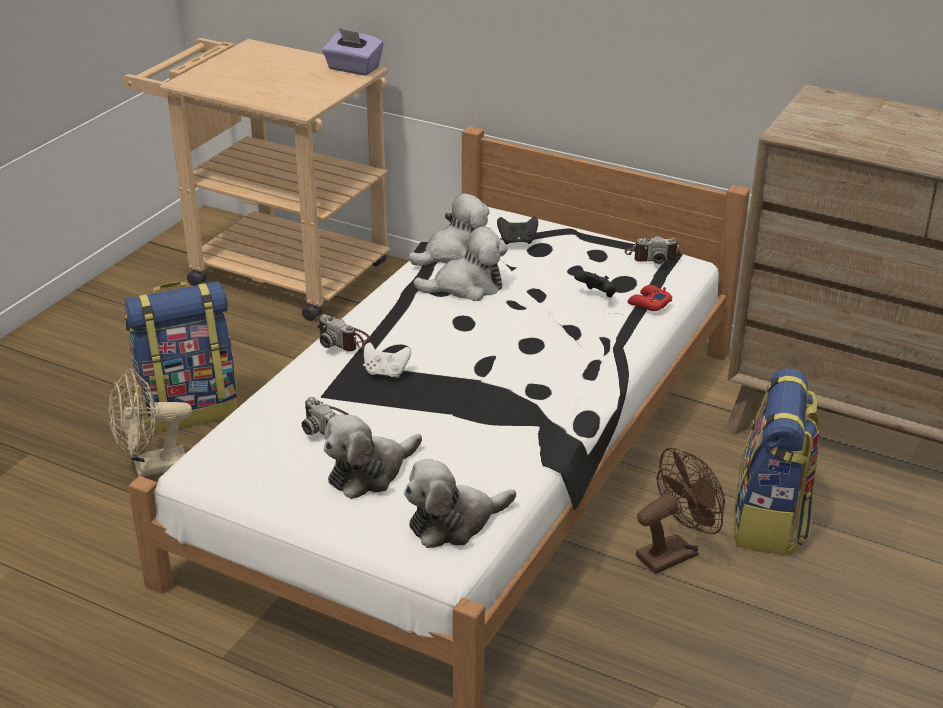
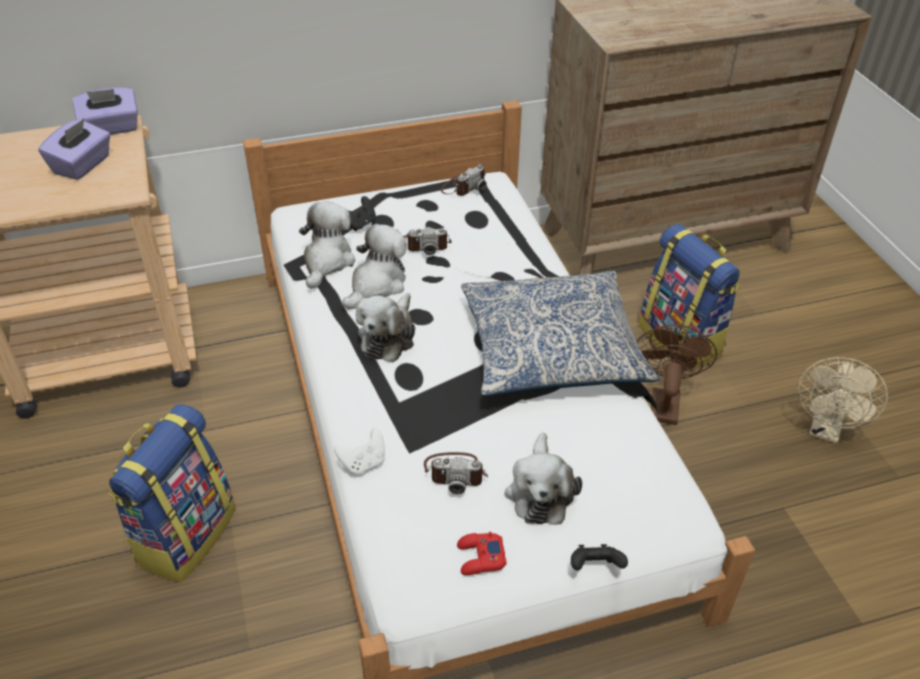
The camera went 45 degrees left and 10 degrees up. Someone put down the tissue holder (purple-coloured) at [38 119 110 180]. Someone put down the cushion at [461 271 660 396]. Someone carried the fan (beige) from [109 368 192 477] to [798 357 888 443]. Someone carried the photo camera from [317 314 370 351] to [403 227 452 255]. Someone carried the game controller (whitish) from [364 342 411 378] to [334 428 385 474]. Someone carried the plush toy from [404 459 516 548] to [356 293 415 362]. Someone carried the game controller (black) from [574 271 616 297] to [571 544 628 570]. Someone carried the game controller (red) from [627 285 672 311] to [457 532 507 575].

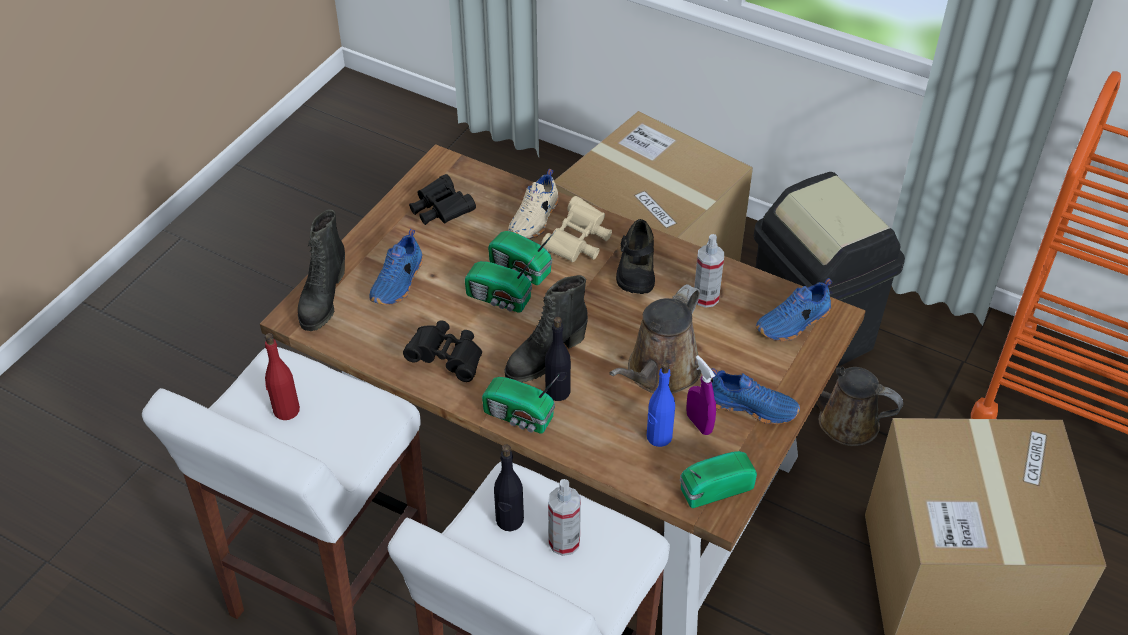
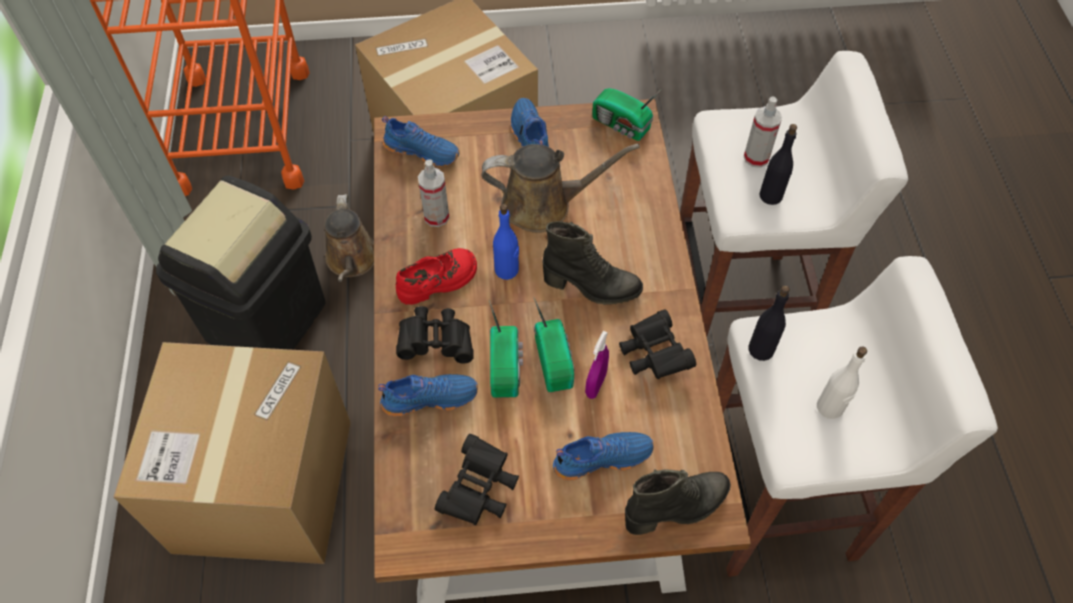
The camera went 125 degrees left and 10 degrees up. Someone took away the radio at [482 375 559 434]. Someone carried the drink bottle (black) from [545 317 571 401] to [749 285 790 361]. Someone carried the drink bottle (blue-coloured) from [647 362 675 447] to [493 204 519 280]. Someone carried the sprayer (purple-coloured) from [686 355 716 435] to [585 331 609 399]. Someone repainted the drink bottle (red) at [265 333 300 420], which became the drink bottle (whitish) at [817 347 867 419]. Someone repainted the low shoe (beige) at [508 169 559 239], which became the low shoe (blue-coloured) at [378 374 478 417]. Someone repainted the binoculars (beige) at [541 196 612 262], which became the binoculars (black) at [396 306 474 364]. Someone repainted the low shoe (black) at [616 219 655 294], which became the low shoe (red) at [396 248 477 305].

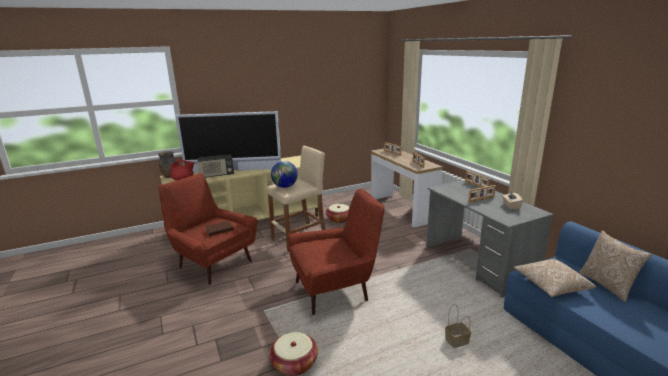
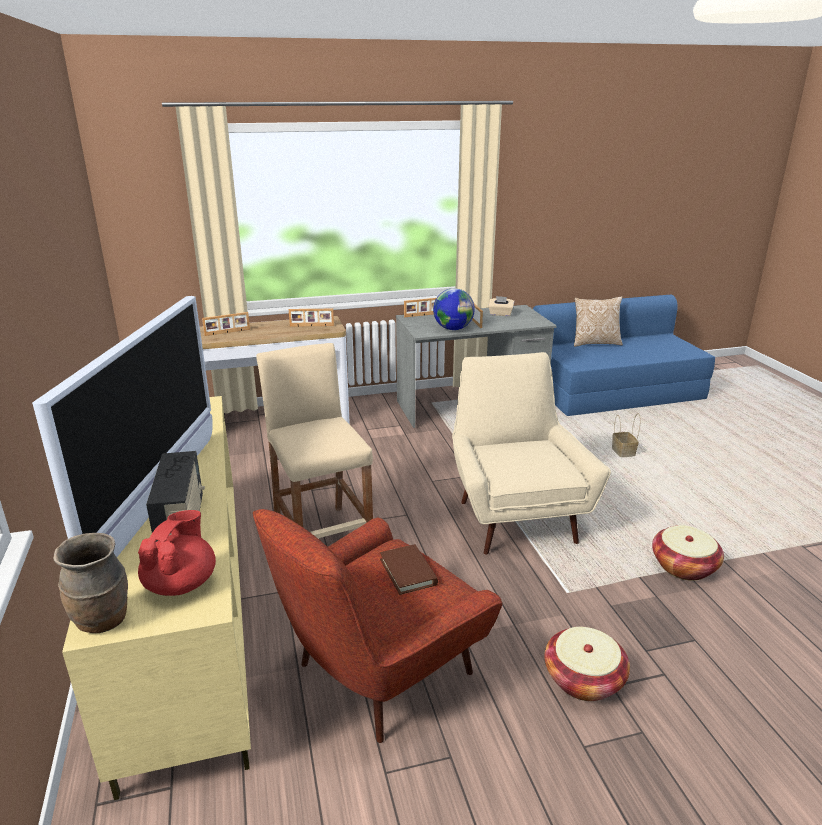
The camera went 80 degrees left and 5 degrees up. Someone took away the cushion at [514 259 596 297]. Someone carried the globe from [271 161 298 188] to [433 288 475 330]. Someone carried the basket from [326 204 350 223] to [544 627 630 701]. Someone repainted the armchair (red) at [288 189 385 315], which became the armchair (beige) at [452 352 611 555].

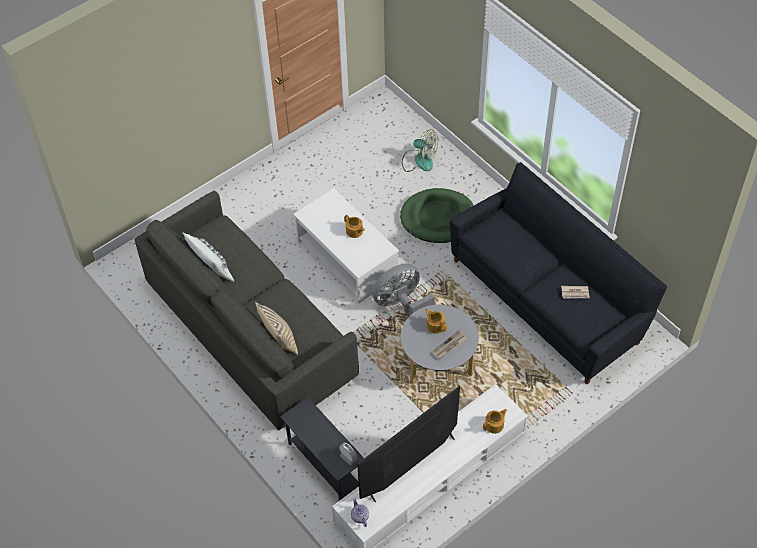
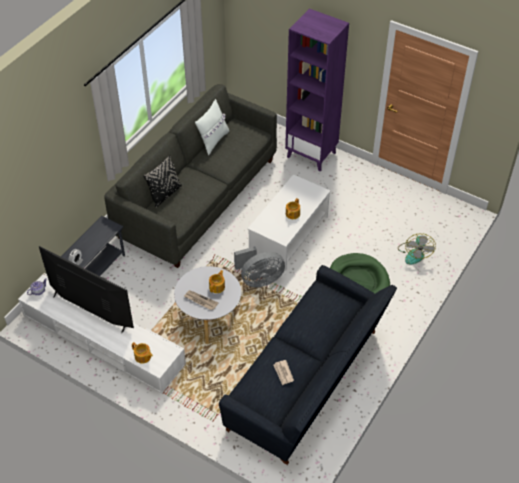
The camera went 70 degrees right and 5 degrees down. Someone put down the bookcase (purple-coloured) at [285 8 349 171]. Someone repainted the cushion (beige) at [255 302 298 355], which became the cushion (black) at [143 155 182 208]. Someone rotated the fan (greyish) at [372 263 435 316] by 120 degrees clockwise.

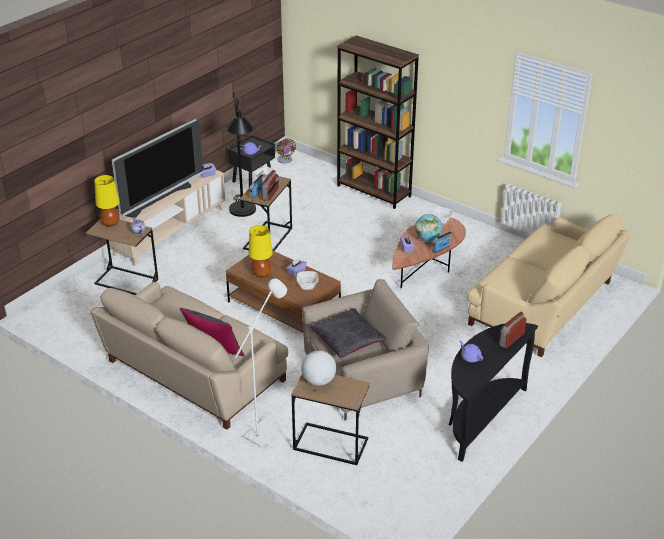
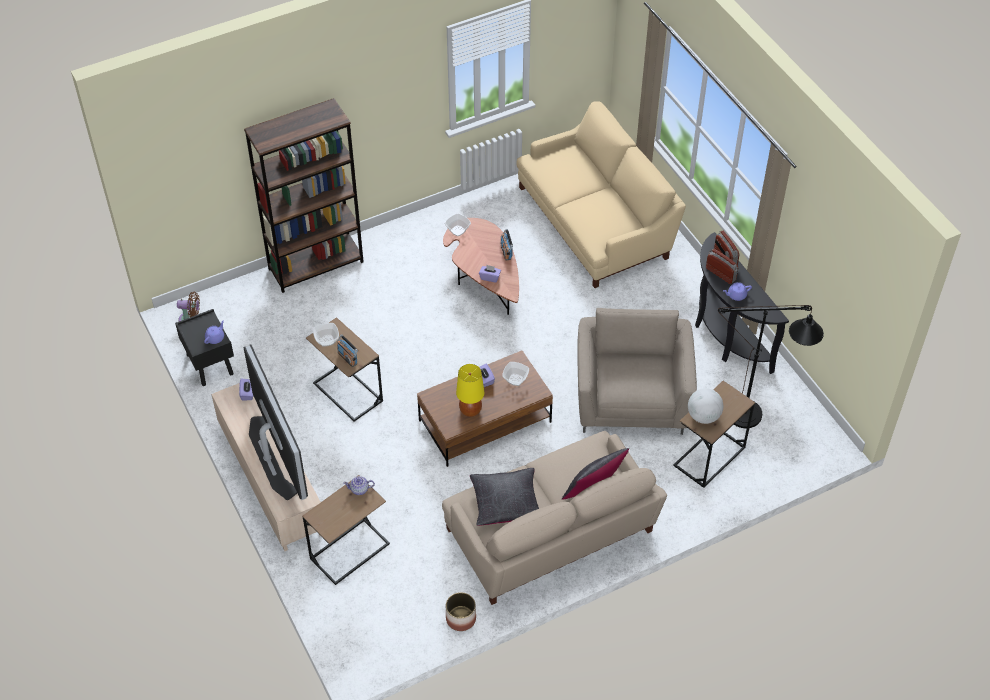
The camera went 65 degrees left and 15 degrees up. Someone took away the lamp for a table (yellow) at [94 175 120 227]. Someone took away the floor lamp (whitish) at [235 278 287 447]. Someone took away the globe at [415 214 442 242]. Someone put down the flower pot at [446 592 476 631]. Someone carried the floor lamp (black) from [227 91 256 217] to [718 305 824 428]. Someone carried the radio from [261 170 279 201] to [706 249 738 284]. Someone carried the cushion (black) from [309 308 386 358] to [470 468 539 526].

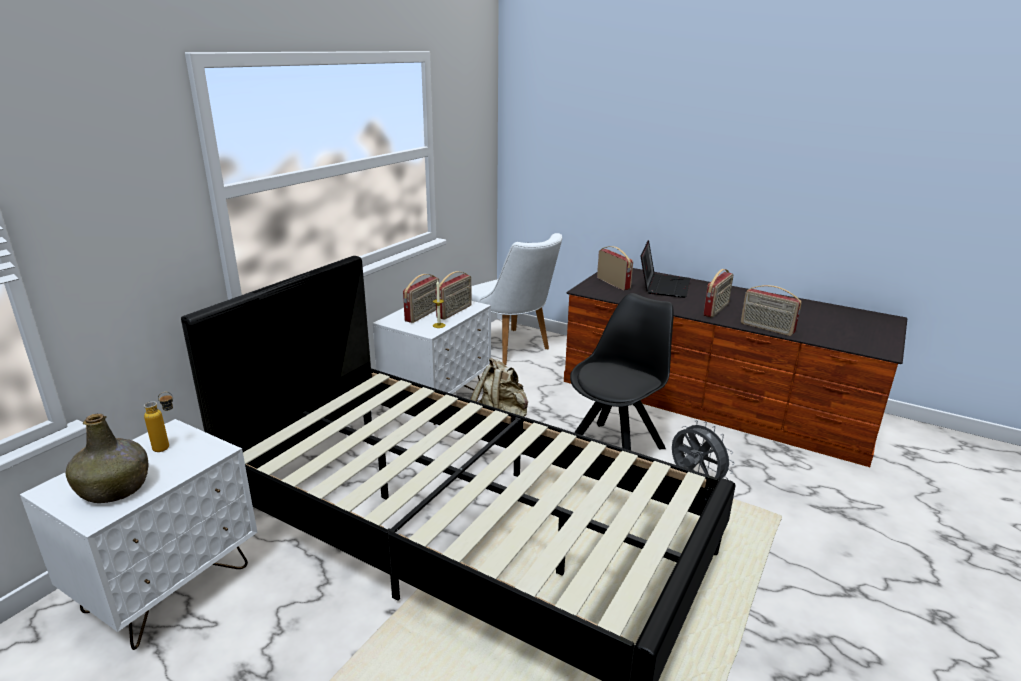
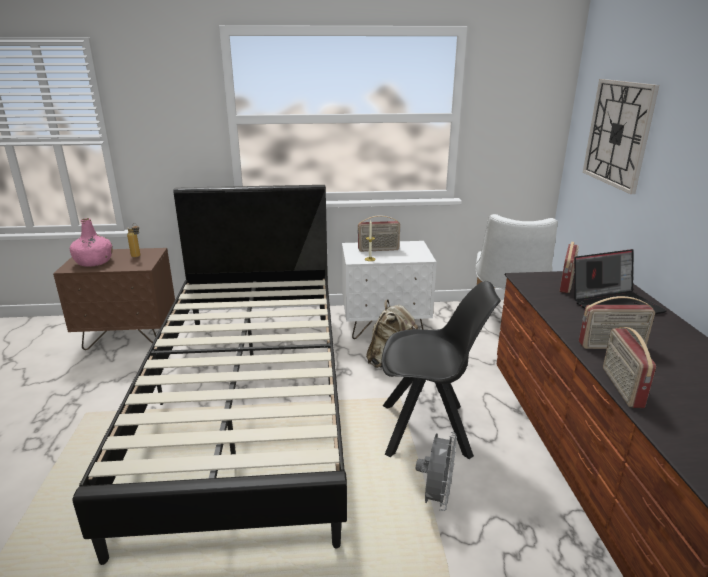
The camera went 55 degrees right and 0 degrees up. Someone took away the radio at [435 271 472 319]. Someone put up the hanging clock at [583 79 659 194]. Someone repainted the bedside table (whitish) at [20 419 258 650], which became the bedside table (brown-coloured) at [53 248 175 350]. Someone repainted the drink bottle (greenish) at [66 414 148 503], which became the drink bottle (pinkish) at [70 218 113 267].

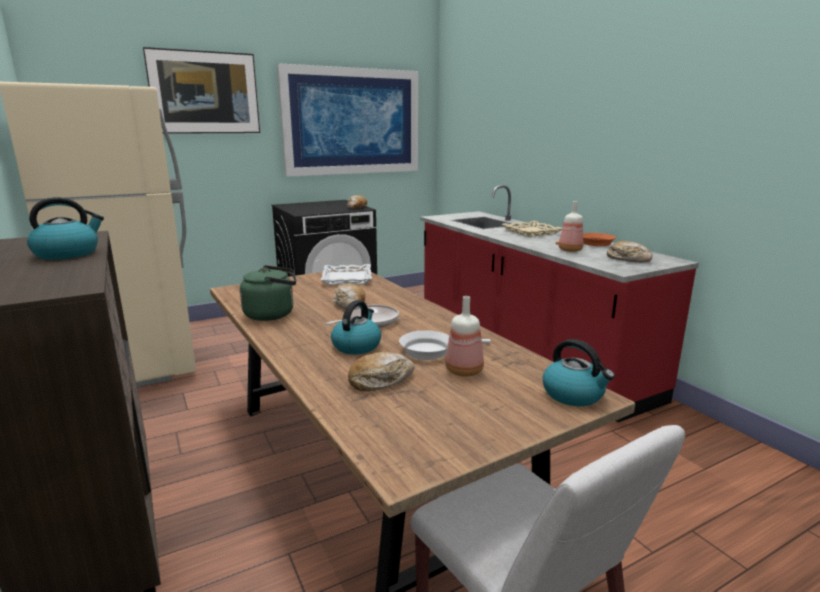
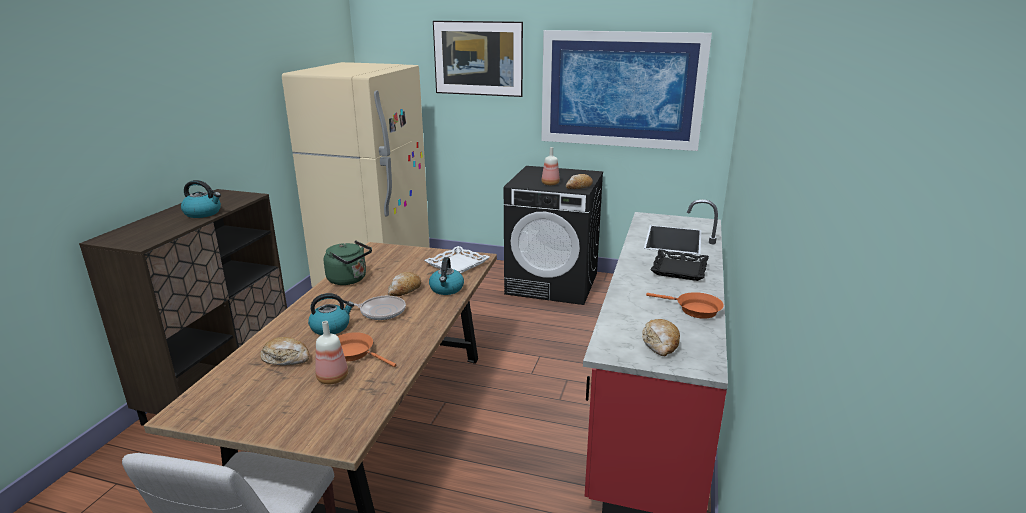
The camera went 45 degrees right and 5 degrees up. Someone carried the tea kettle from [543 339 615 406] to [429 257 464 295]. Someone carried the drink bottle from [559 201 583 252] to [542 147 560 185]. Someone repainted the pan (whitish) at [399 330 491 360], which became the pan (orange-coloured) at [338 332 396 367]. Someone repainted the serving tray (beige) at [502 221 562 237], which became the serving tray (black) at [651 249 709 281].

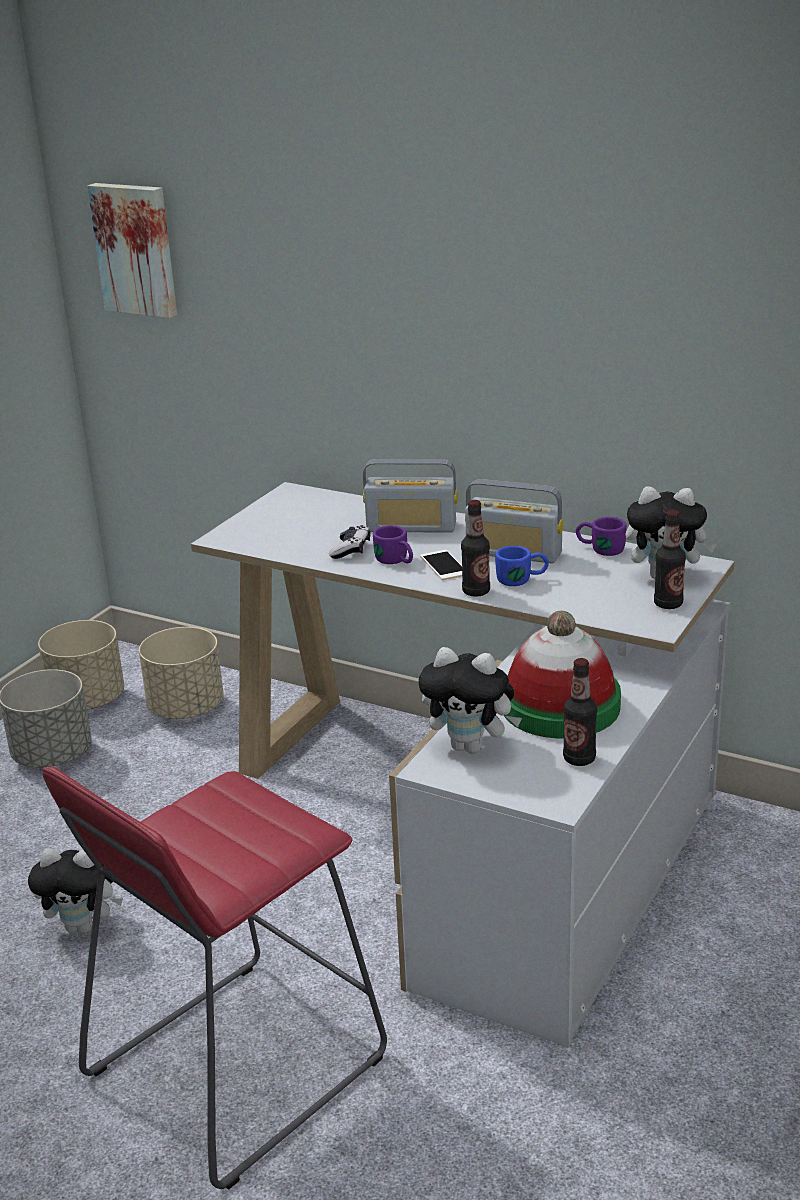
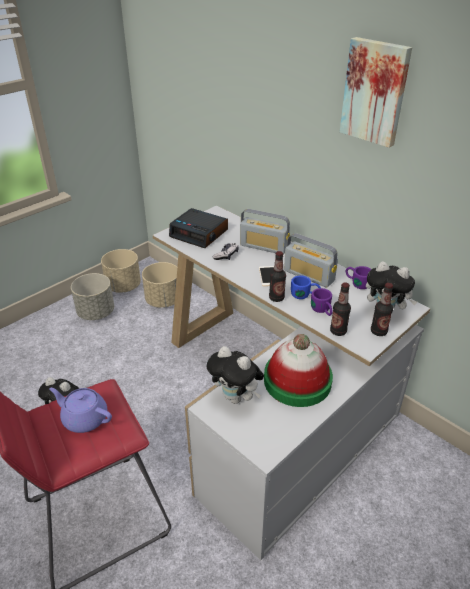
The camera went 15 degrees right and 10 degrees up. Someone put down the teapot (purple-coloured) at [49 388 112 433]. Someone put down the alarm clock at [169 208 228 248]. Someone carried the wall art from [87 183 177 318] to [340 37 412 148]. Someone carried the tea mug (purple-coloured) from [373 525 413 564] to [311 288 333 316]. Someone carried the drink bottle from [563 658 597 766] to [330 282 351 336].

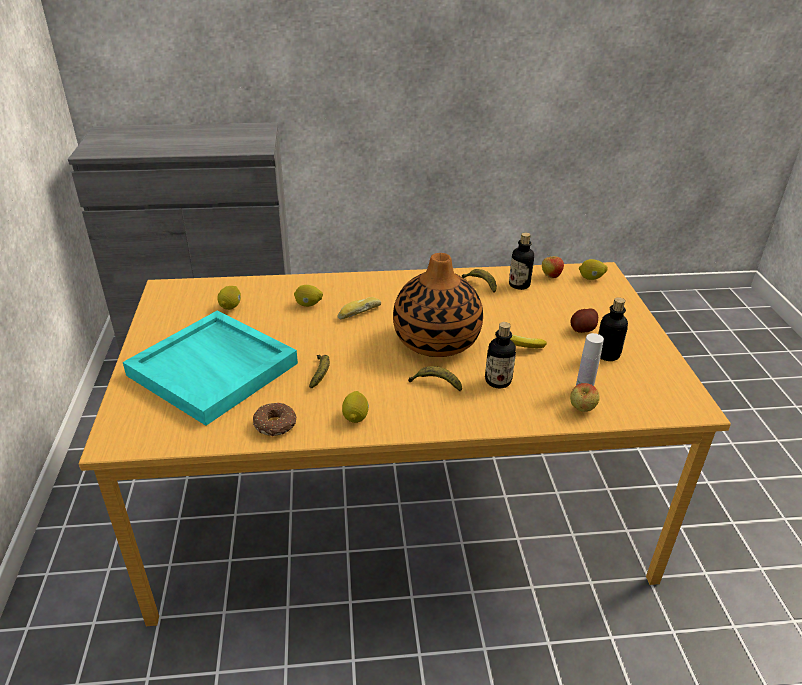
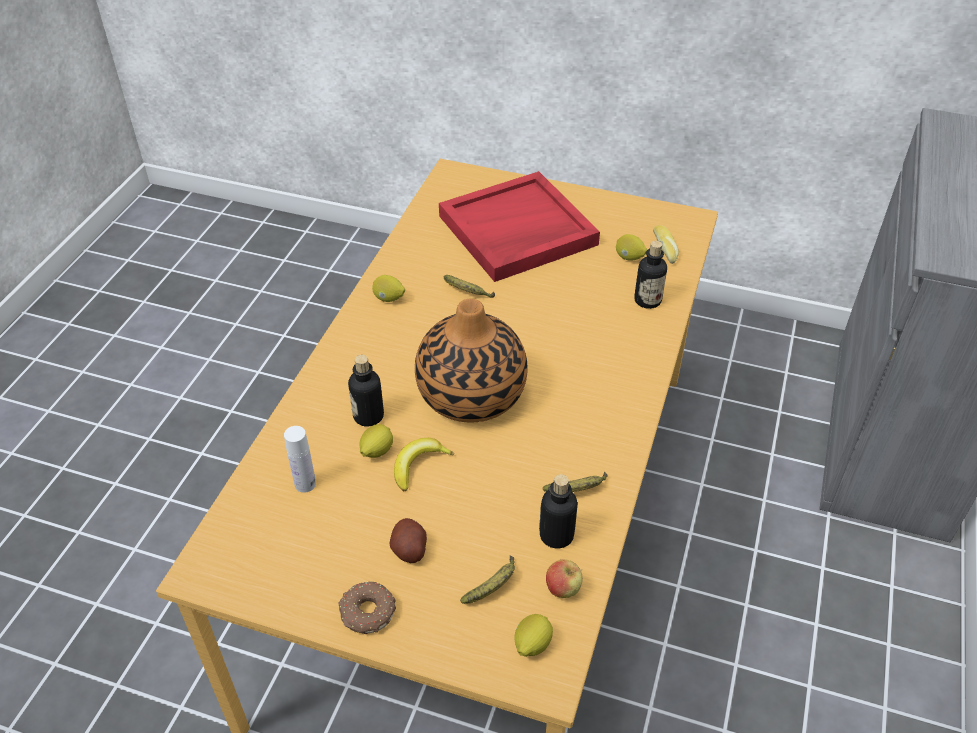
The camera went 115 degrees right and 10 degrees up. Someone took away the apple fruit at [570 383 599 412]. Someone carried the doughnut from [253 403 296 436] to [339 581 396 634]. Someone carried the citrus fruit from [294 285 323 307] to [359 424 393 458]. Someone carried the bread from [337 297 381 319] to [653 225 679 264]. Someone carried the banana from [408 366 462 392] to [460 556 515 604]. Someone carried the drink bottle from [598 297 628 361] to [634 240 667 309]. Someone repainted the serving tray (turquoise) at [123 311 298 426], which became the serving tray (red) at [439 171 600 282].

